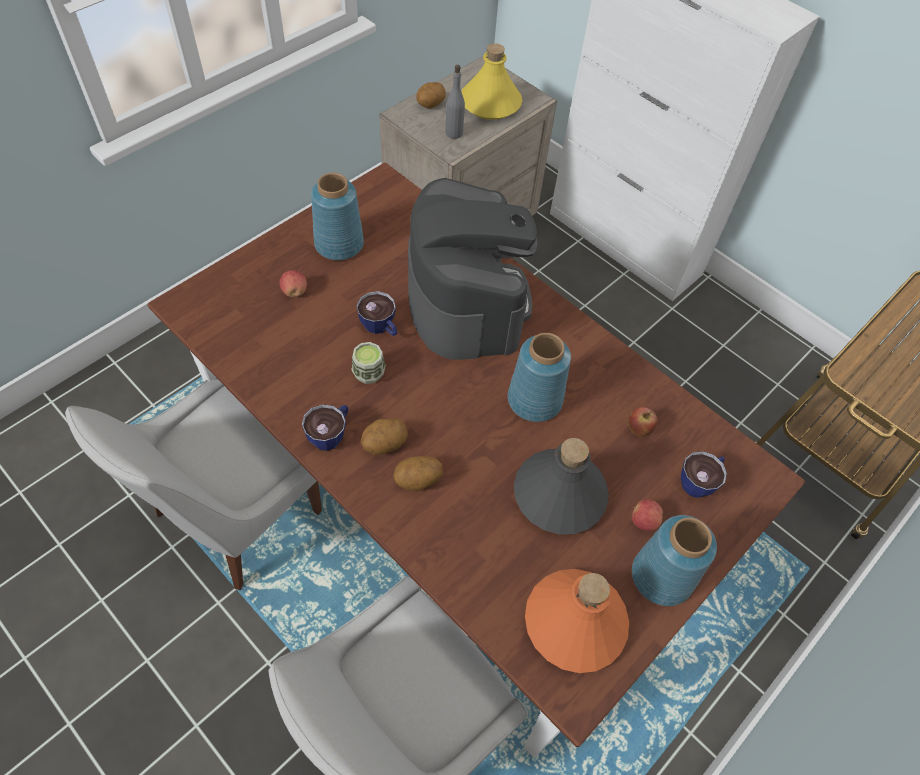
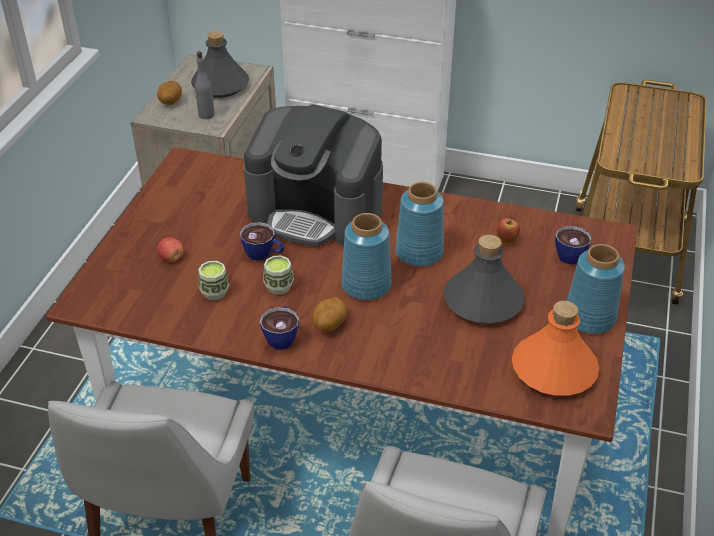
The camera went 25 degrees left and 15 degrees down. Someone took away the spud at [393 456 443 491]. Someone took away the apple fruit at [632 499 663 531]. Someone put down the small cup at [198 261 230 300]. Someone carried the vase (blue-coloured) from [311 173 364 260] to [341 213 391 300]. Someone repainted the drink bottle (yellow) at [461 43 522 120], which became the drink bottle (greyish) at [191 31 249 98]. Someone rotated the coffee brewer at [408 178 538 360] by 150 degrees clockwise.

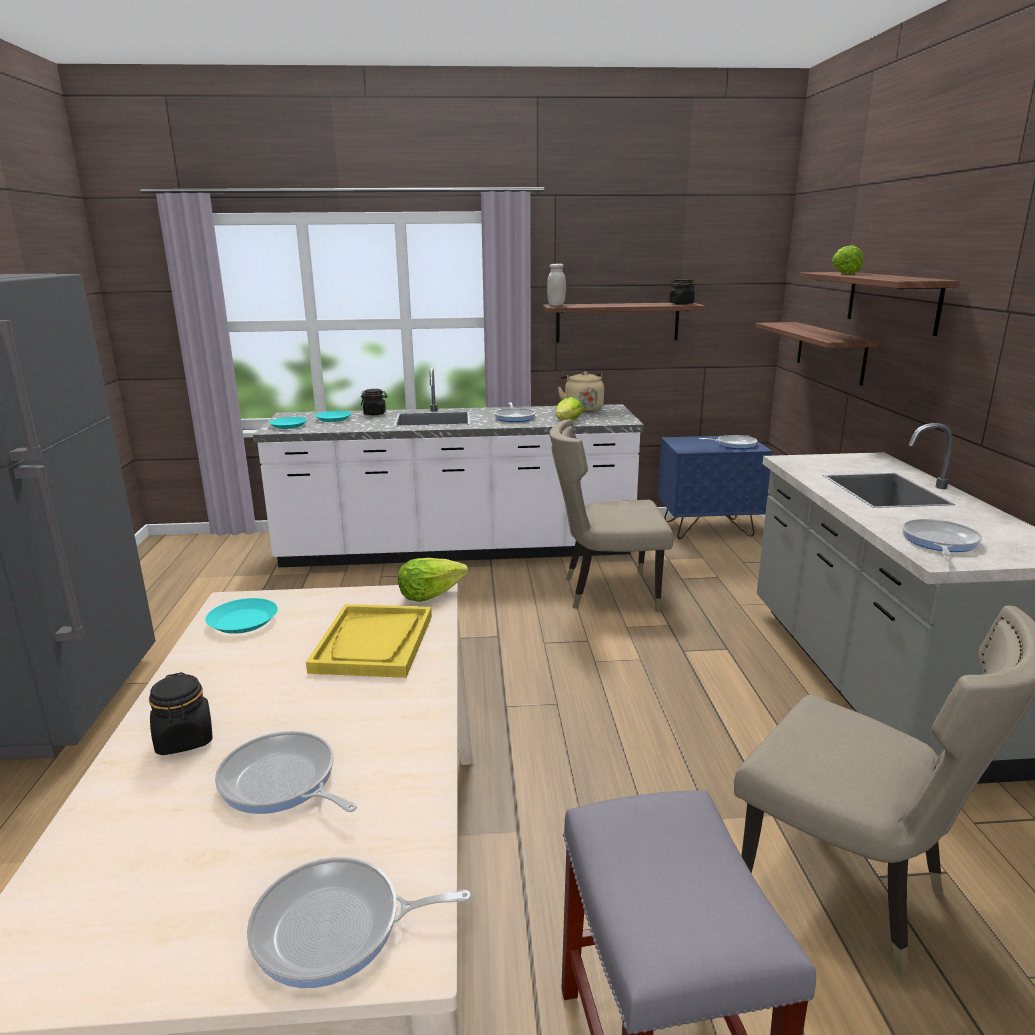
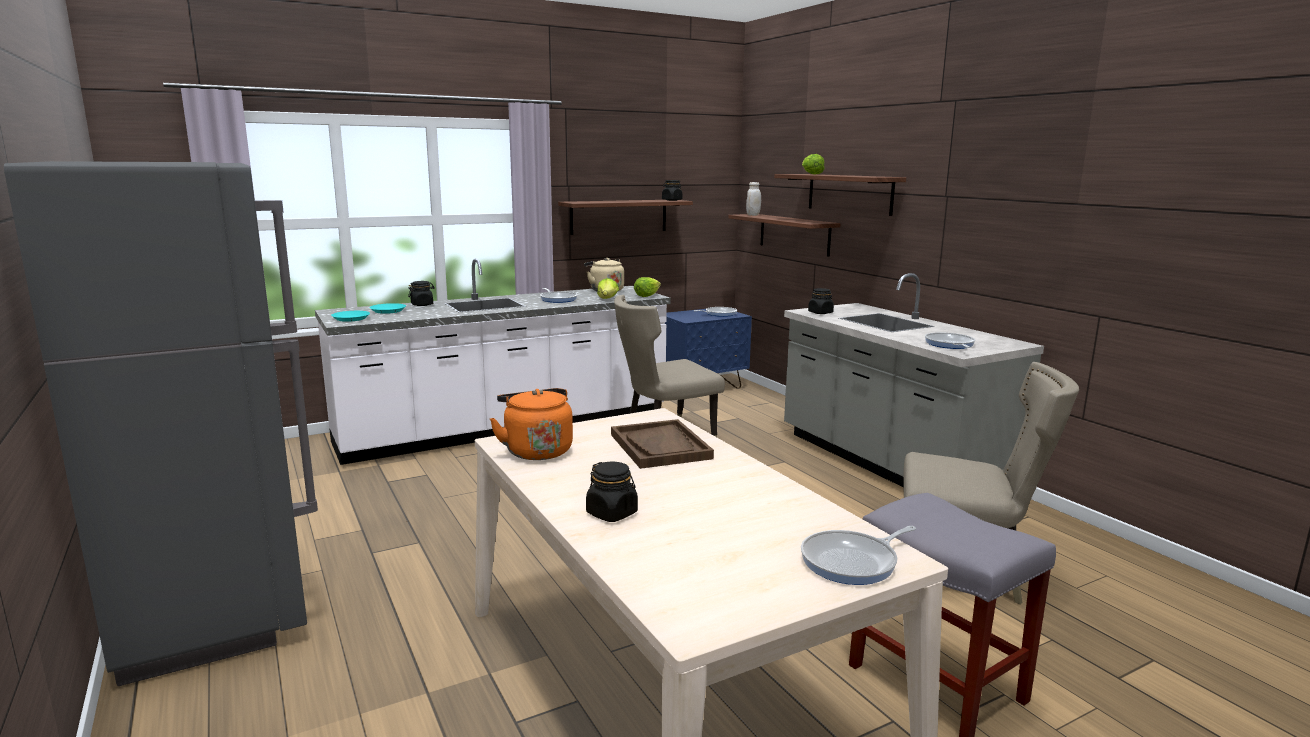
The camera went 25 degrees left and 5 degrees down. Someone took away the pan at [215 731 357 814]. Someone put down the jar (black) at [808 288 834 314]. Someone carried the lettuce head from [398 558 468 602] to [634 277 661 297]. Someone carried the jar (whitish) from [547 263 566 306] to [746 182 761 216]. Someone swapped the dinner plate (turquoise) at [205 598 278 634] for the tea kettle (orange-coloured) at [490 388 573 460]. Someone repainted the serving tray (yellow) at [306 604 432 678], which became the serving tray (brown-coloured) at [611 419 714 469].

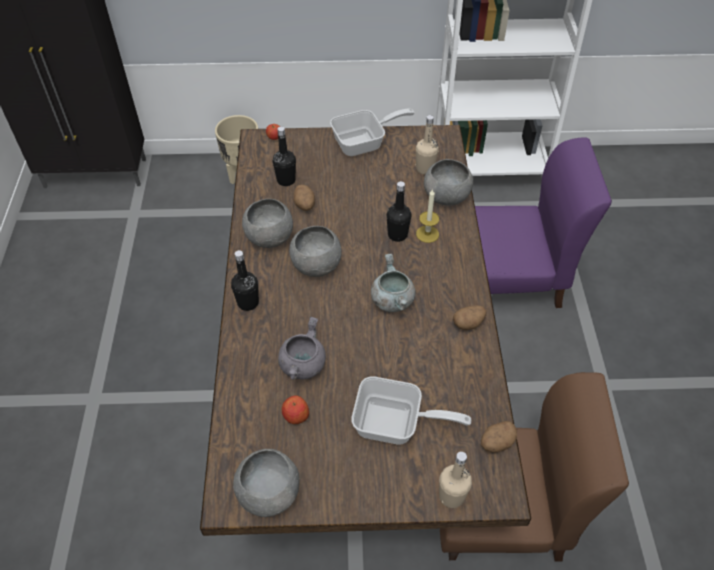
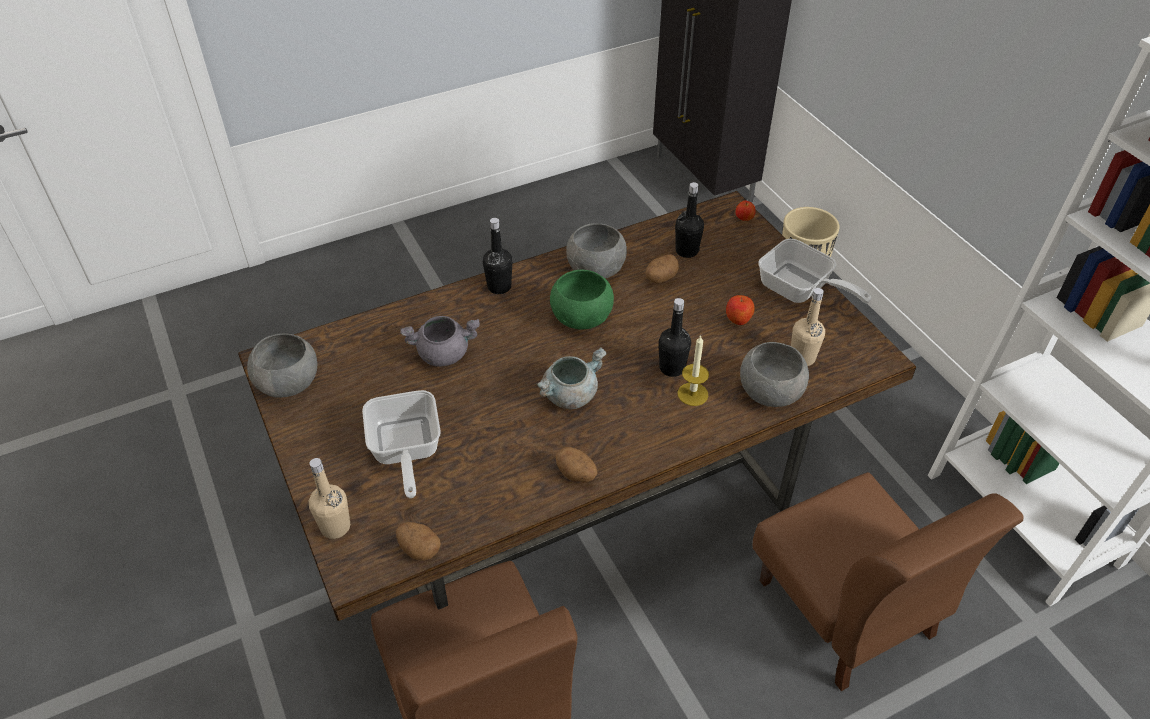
The camera went 65 degrees right and 5 degrees down. Someone carried the apple fruit from [282 395 309 424] to [726 295 755 325]. Someone repainted the serving bowl (greyish) at [289 226 342 277], which became the serving bowl (greenish) at [550 269 614 330]. Someone repainted the upright chair (purple-coloured) at [475 137 612 308], which became the upright chair (brown-coloured) at [753 472 1024 691].

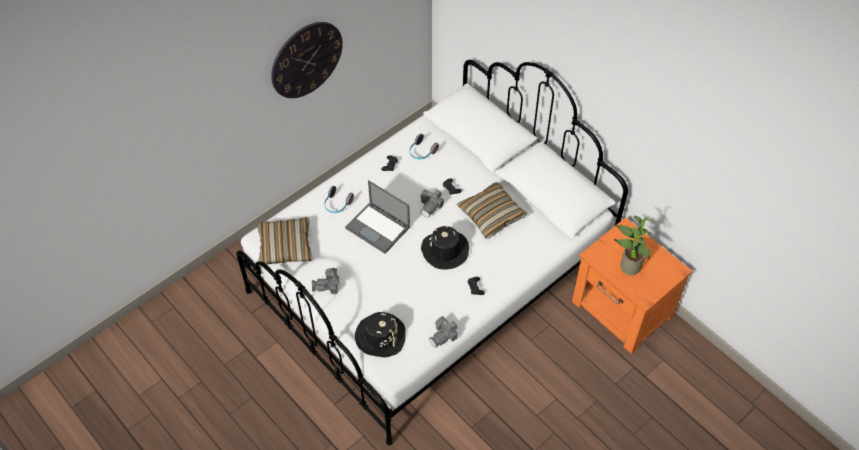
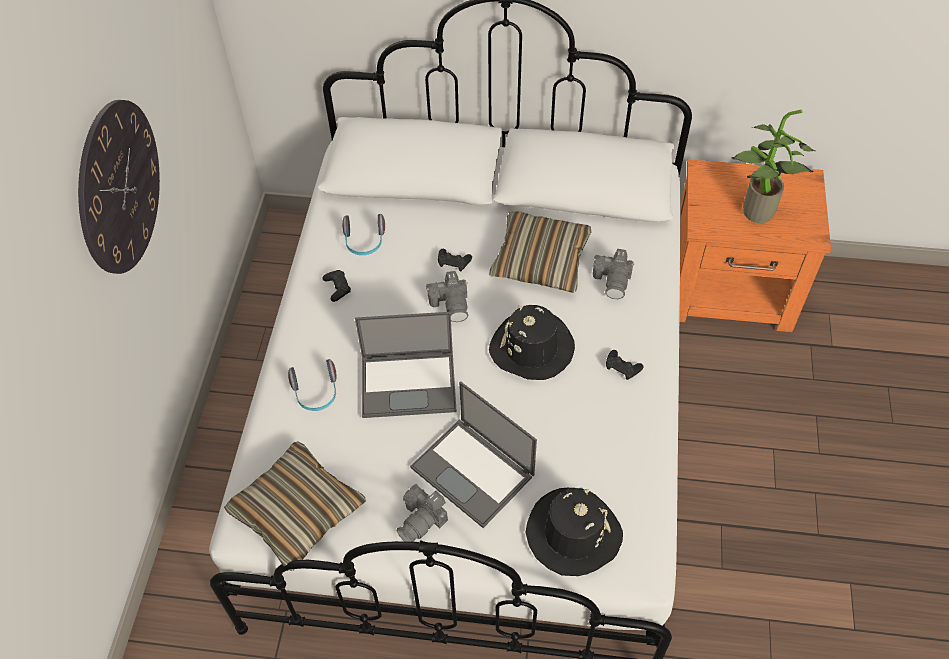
The camera went 40 degrees left and 0 degrees up. Someone put down the portable computer at [410 381 537 528]. Someone carried the photo camera from [429 316 458 348] to [593 249 634 299].

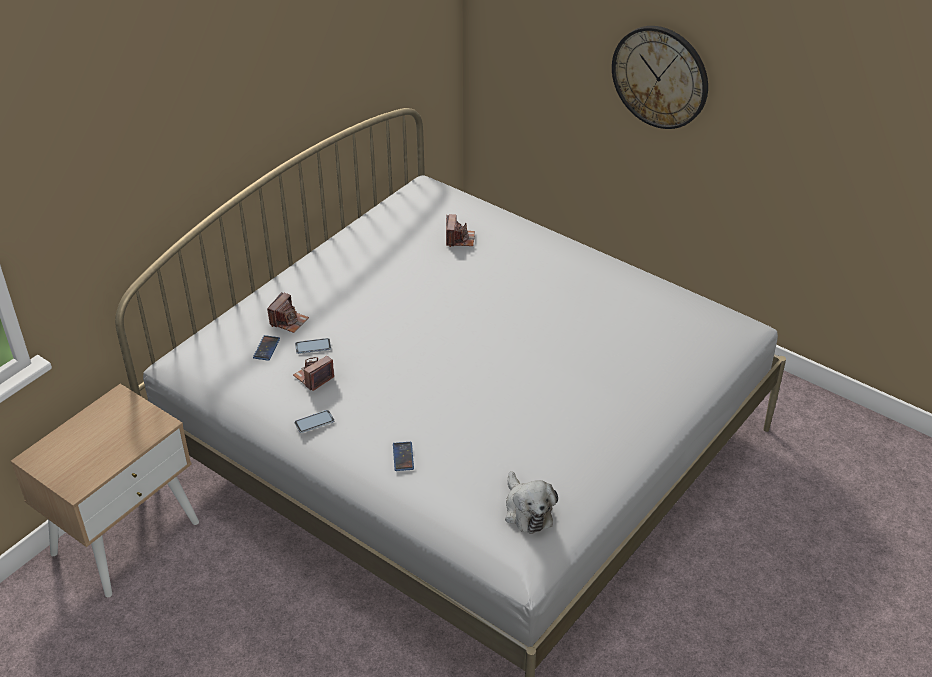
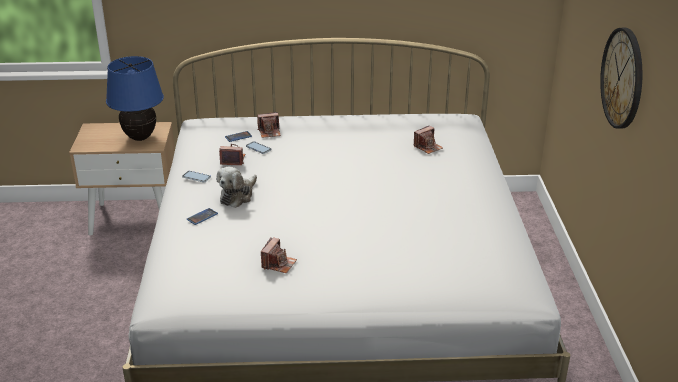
The camera went 50 degrees right and 10 degrees down. Someone put down the lamp for a table (blue-coloured) at [106 56 164 141]. Someone put down the photo camera at [261 237 297 273]. Someone carried the plush toy from [505 471 558 534] to [216 167 257 208].

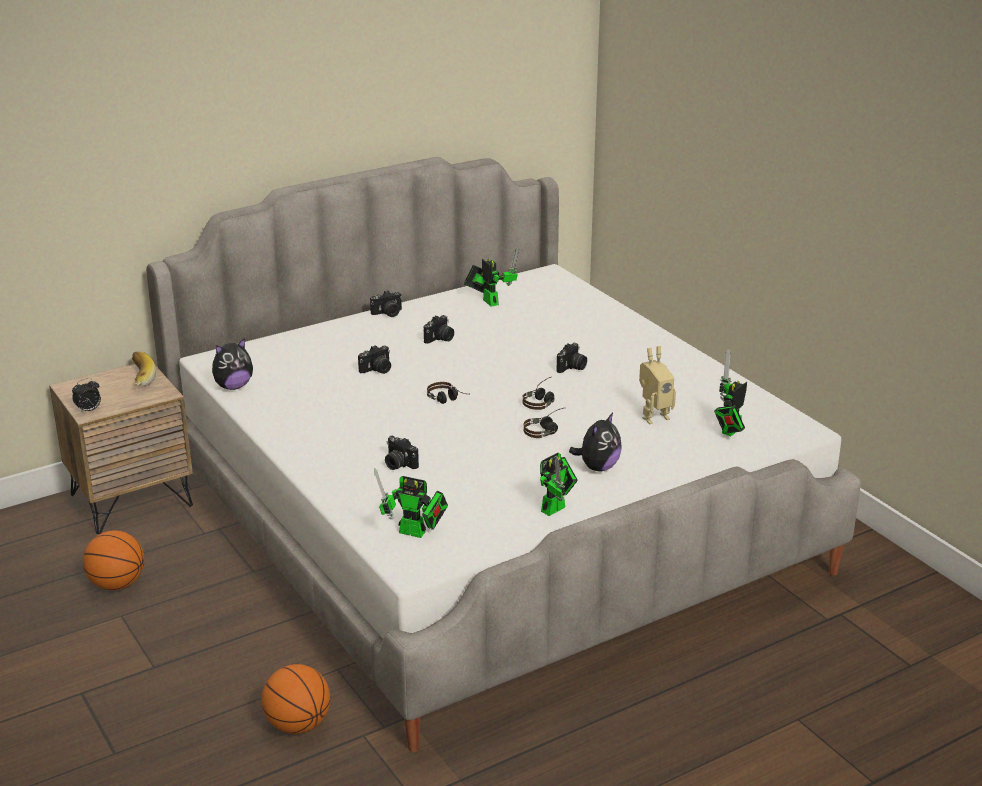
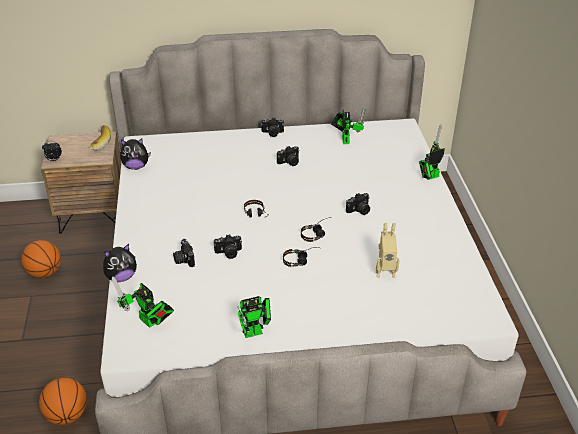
The camera went 25 degrees right and 10 degrees up. Someone carried the photo camera from [358 345 391 374] to [214 234 242 259]. Someone carried the plush toy from [569 413 622 472] to [103 244 137 282]. Someone carried the model robot from [714 349 747 436] to [419 125 445 180].

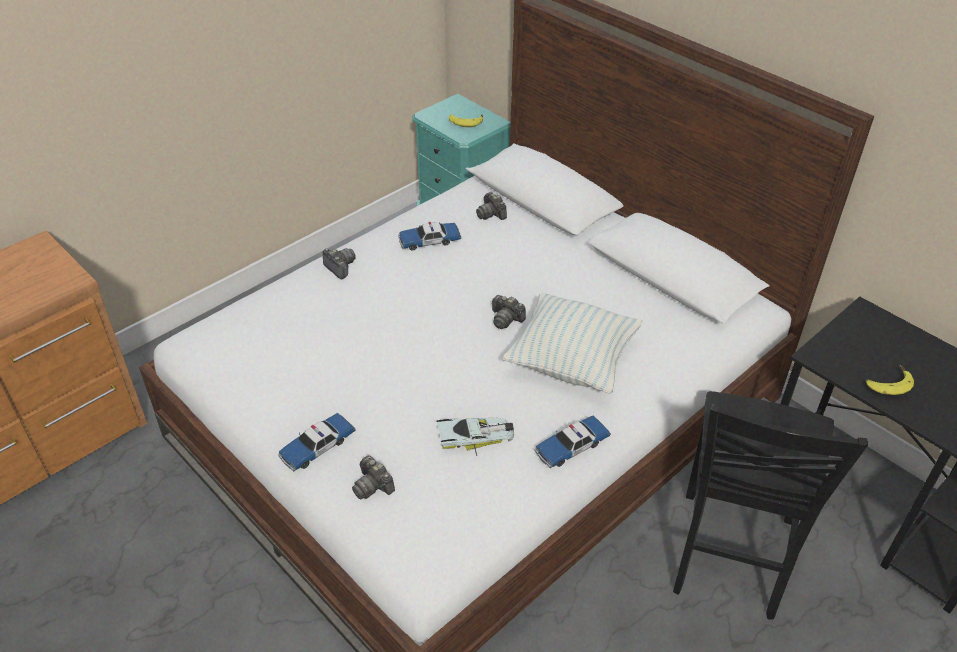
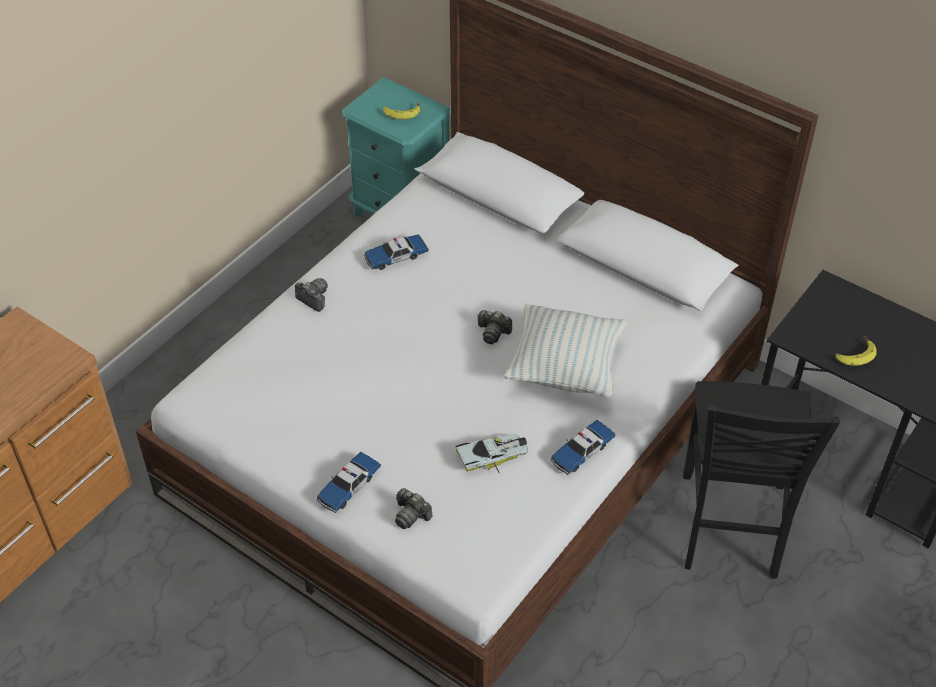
The camera went 10 degrees left and 5 degrees up. Someone took away the photo camera at [476 192 507 220].

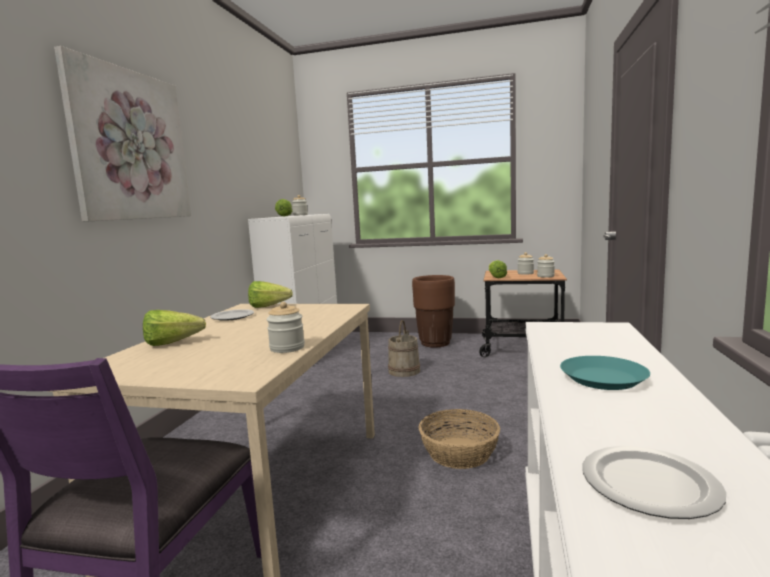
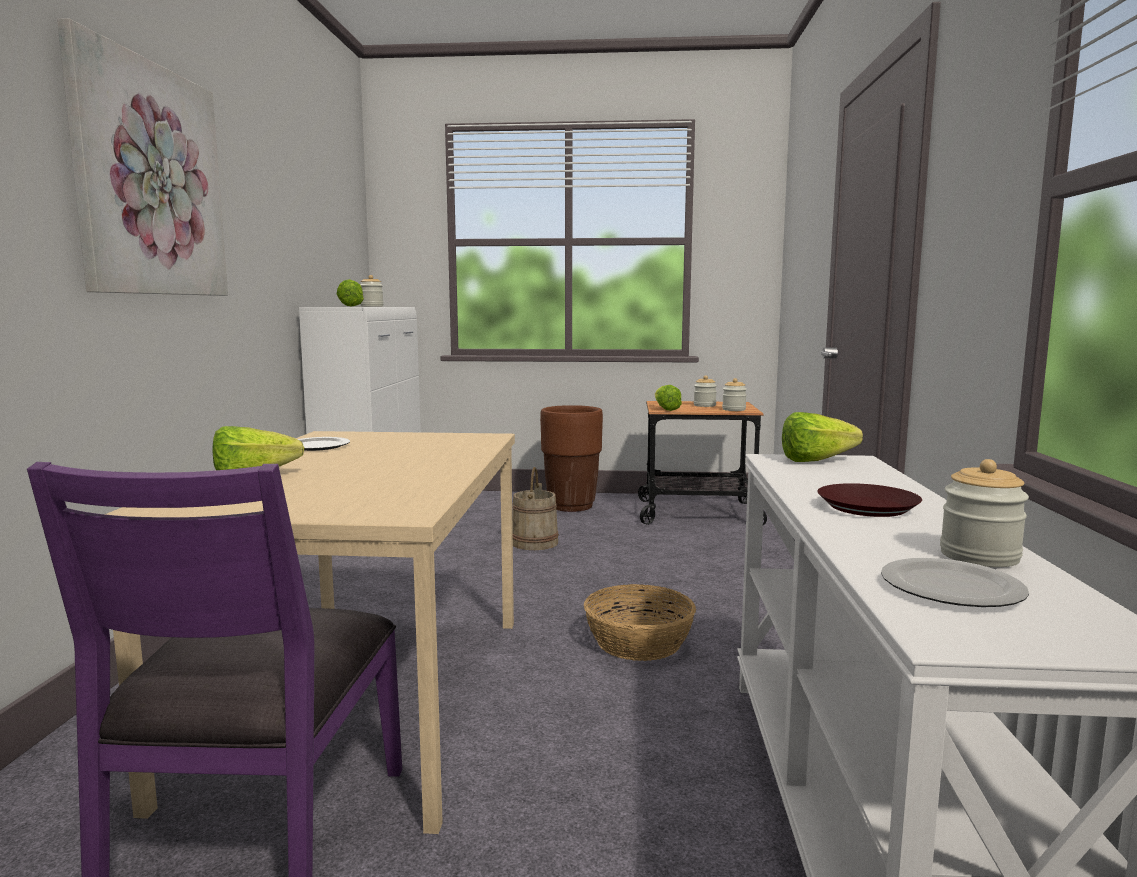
The camera went 10 degrees left and 0 degrees up. Someone carried the lettuce head from [248 281 293 308] to [782 412 863 462]. Someone carried the jar from [267 302 305 353] to [940 459 1029 567]. Someone repainted the dinner plate (turquoise) at [560 356 650 390], which became the dinner plate (brown-coloured) at [817 483 922 517].

